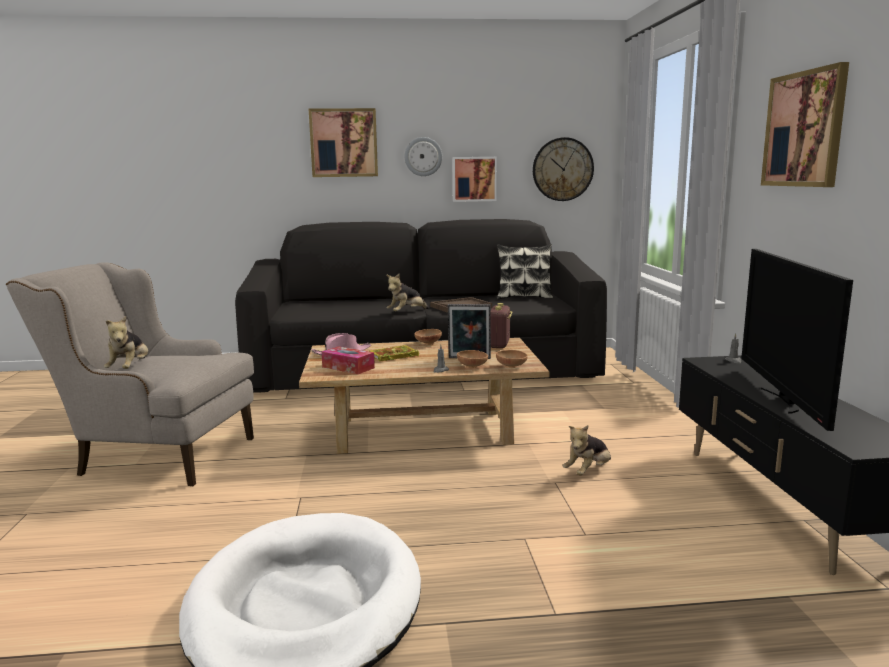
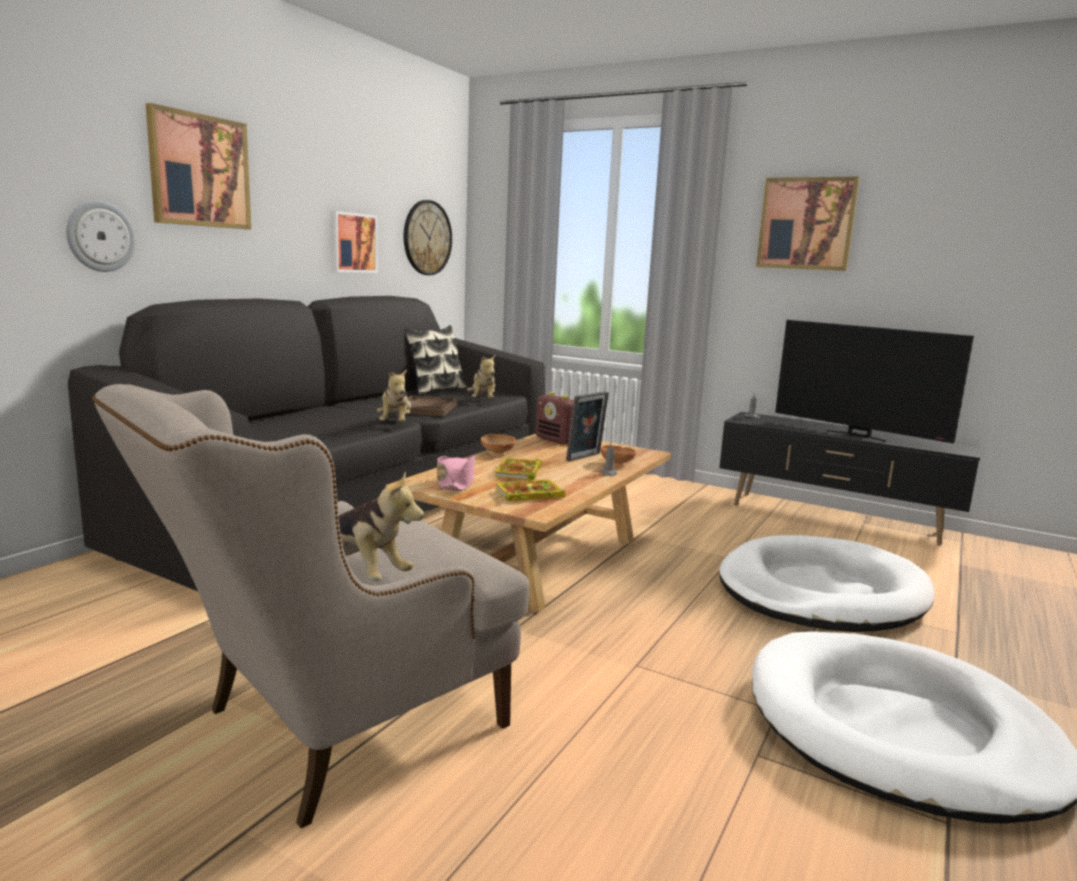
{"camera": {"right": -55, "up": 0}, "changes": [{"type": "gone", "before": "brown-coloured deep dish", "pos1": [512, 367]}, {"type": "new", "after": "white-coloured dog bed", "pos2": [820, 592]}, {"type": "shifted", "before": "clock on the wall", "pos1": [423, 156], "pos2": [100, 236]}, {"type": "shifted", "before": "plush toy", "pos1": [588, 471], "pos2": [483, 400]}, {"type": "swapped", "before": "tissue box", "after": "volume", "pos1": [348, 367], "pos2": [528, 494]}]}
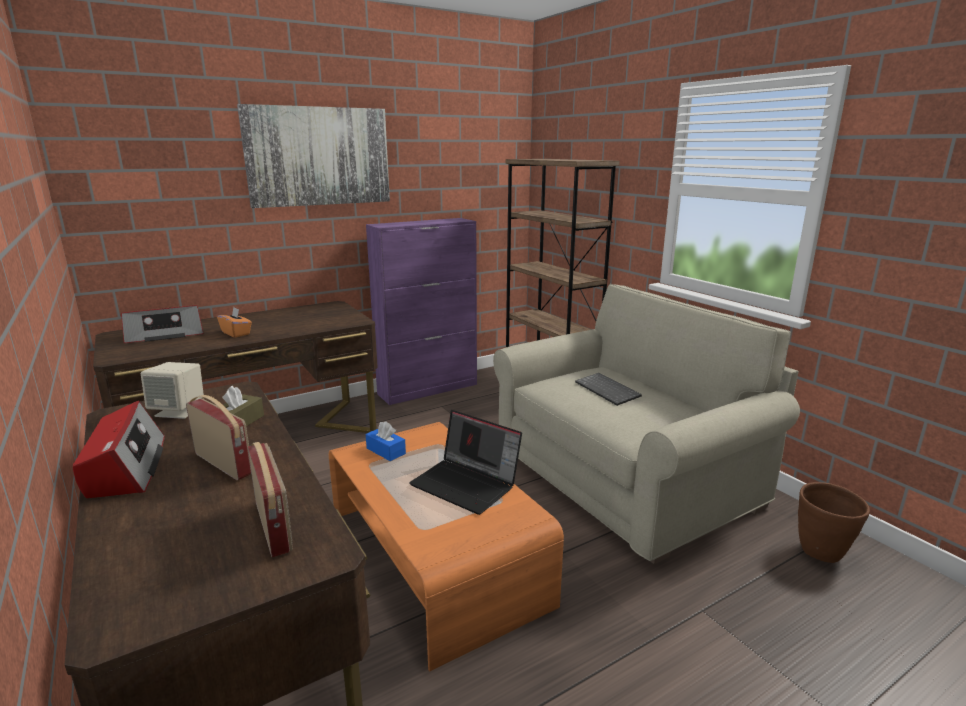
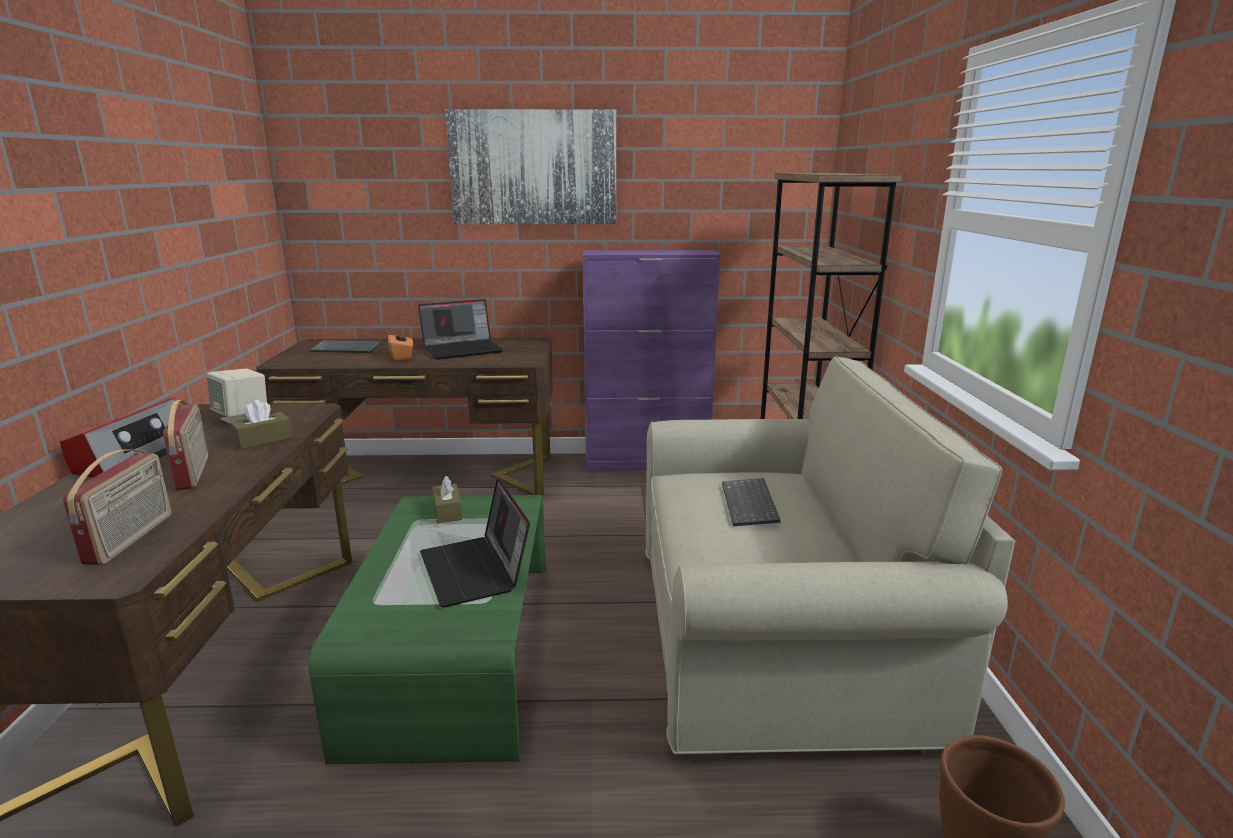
{"camera": {"right": 30, "up": 0}, "changes": [{"type": "new", "after": "laptop", "pos2": [463, 350]}, {"type": "swapped", "before": "radio receiver", "after": "keyboard", "pos1": [165, 334], "pos2": [348, 348]}, {"type": "repainted", "before": "orangey lounge table", "after": "green-coloured lounge table", "pos1": [434, 556], "pos2": [456, 648]}, {"type": "repainted", "before": "blue tissue box", "after": "brown-coloured tissue box", "pos1": [386, 451], "pos2": [447, 511]}]}
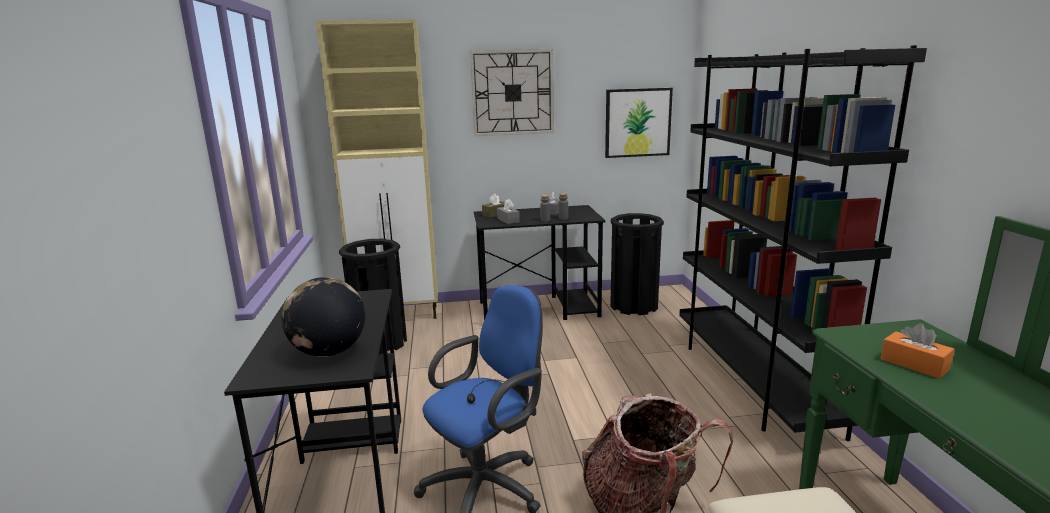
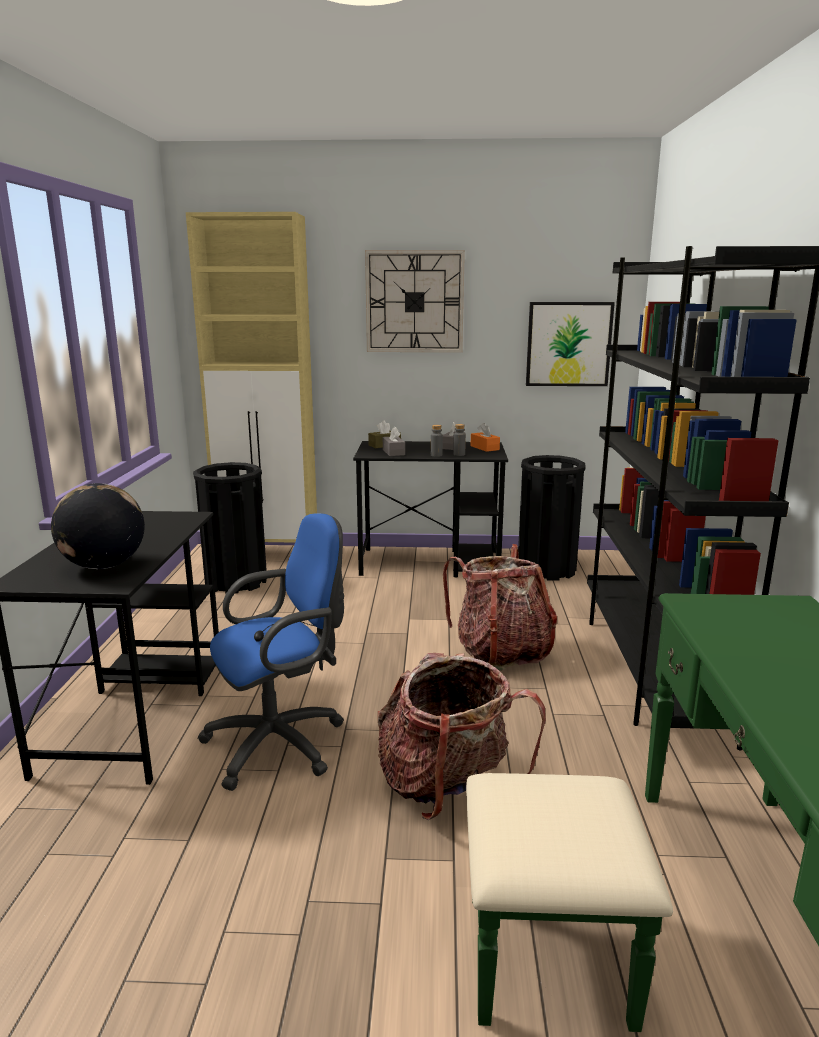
{"camera": {"right": 10, "up": 0}, "changes": [{"type": "new", "after": "rucksack", "pos2": [501, 652]}, {"type": "shifted", "before": "orangey tissue box", "pos1": [914, 364], "pos2": [484, 448]}]}
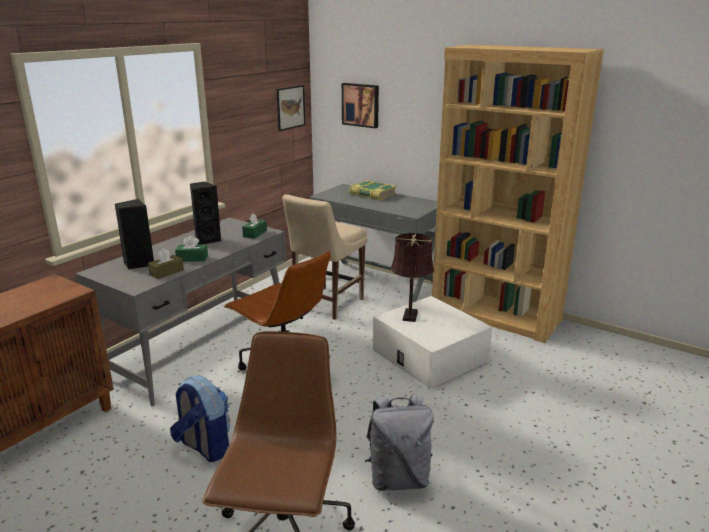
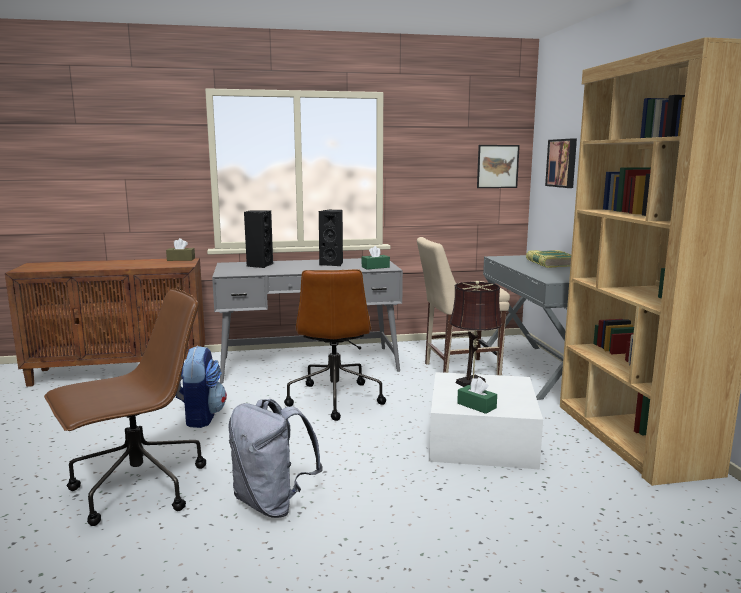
{"camera": {"right": 45, "up": -10}, "changes": [{"type": "shifted", "before": "brown-coloured tissue box", "pos1": [166, 272], "pos2": [181, 259]}, {"type": "shifted", "before": "green-coloured tissue box", "pos1": [192, 258], "pos2": [476, 406]}]}
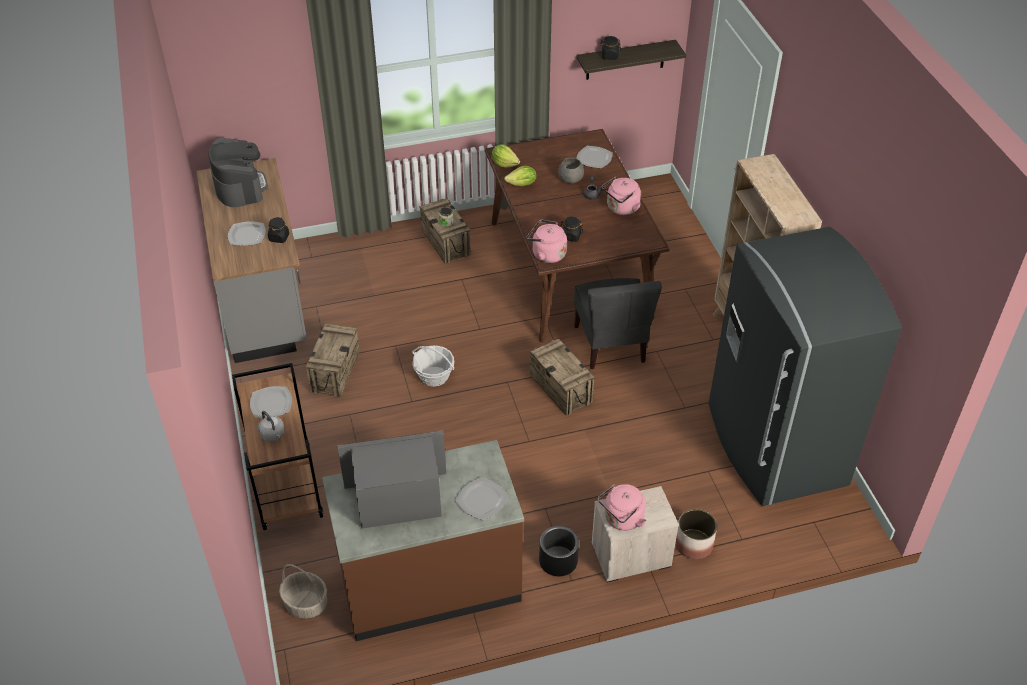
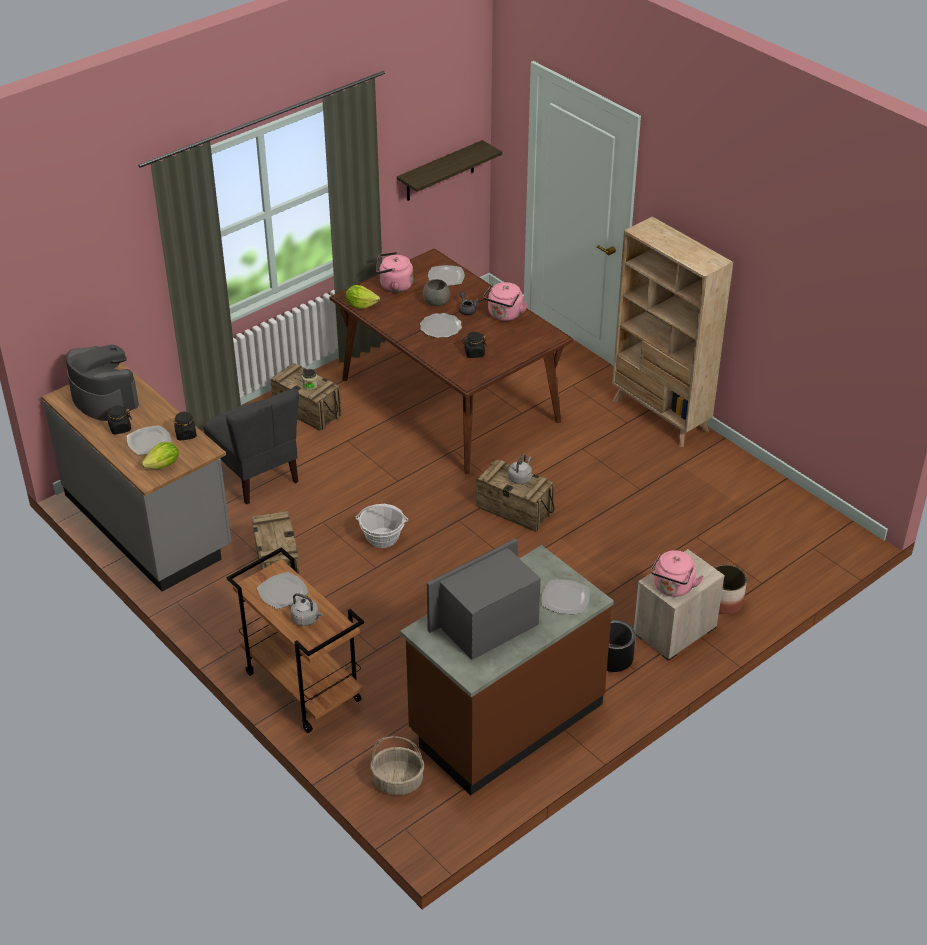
{"camera": {"right": -25, "up": -5}, "changes": [{"type": "gone", "before": "gray fridge", "pos1": [773, 446]}, {"type": "new", "after": "plate", "pos2": [441, 327]}, {"type": "new", "after": "gray tea kettle", "pos2": [520, 478]}, {"type": "shifted", "before": "head of lettuce", "pos1": [522, 184], "pos2": [163, 465]}, {"type": "shifted", "before": "pink tea kettle", "pos1": [546, 254], "pos2": [394, 286]}, {"type": "shifted", "before": "gray chair", "pos1": [611, 344], "pos2": [256, 476]}, {"type": "shifted", "before": "black preserve jar", "pos1": [609, 56], "pos2": [120, 428]}]}
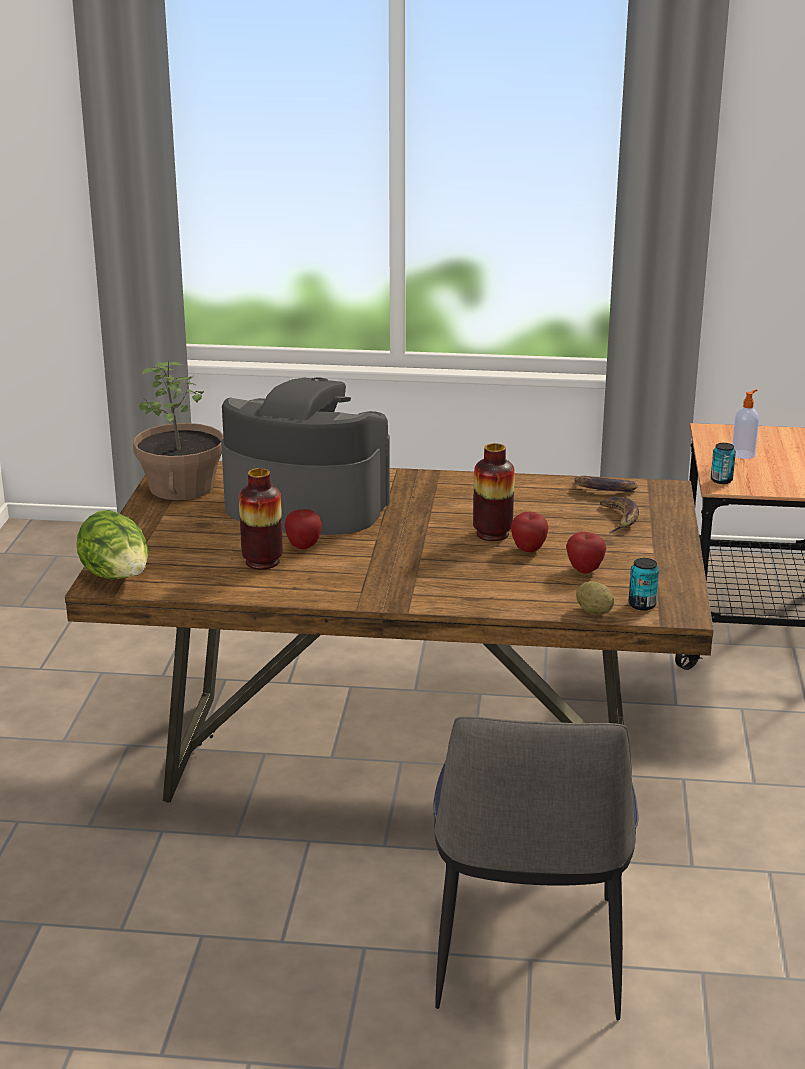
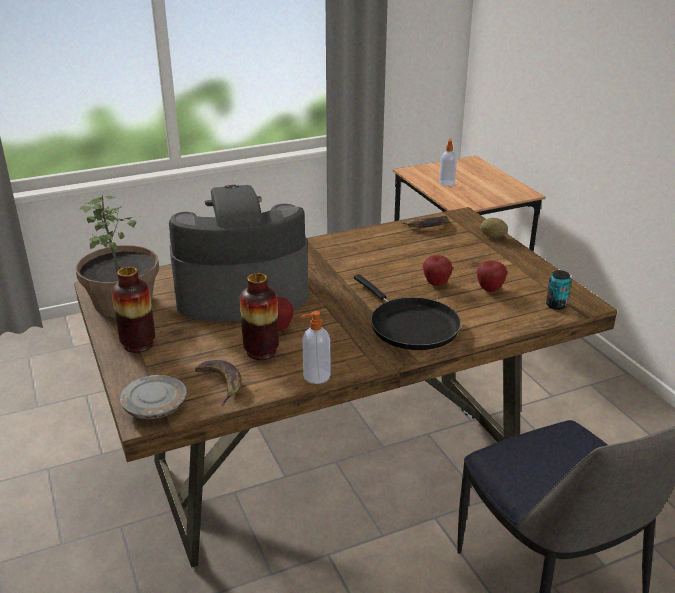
{"camera": {"right": -30, "up": 5}, "changes": [{"type": "gone", "before": "sealed can", "pos1": [721, 480]}, {"type": "new", "after": "liquid soap bottle", "pos2": [315, 376]}, {"type": "new", "after": "black frying pan", "pos2": [410, 325]}, {"type": "shifted", "before": "flower vase", "pos1": [492, 534], "pos2": [138, 344]}, {"type": "shifted", "before": "potato", "pos1": [594, 611], "pos2": [493, 236]}, {"type": "shifted", "before": "banana fruit", "pos1": [619, 519], "pos2": [221, 383]}, {"type": "swapped", "before": "head of lettuce", "after": "gray plate", "pos1": [118, 578], "pos2": [155, 406]}]}
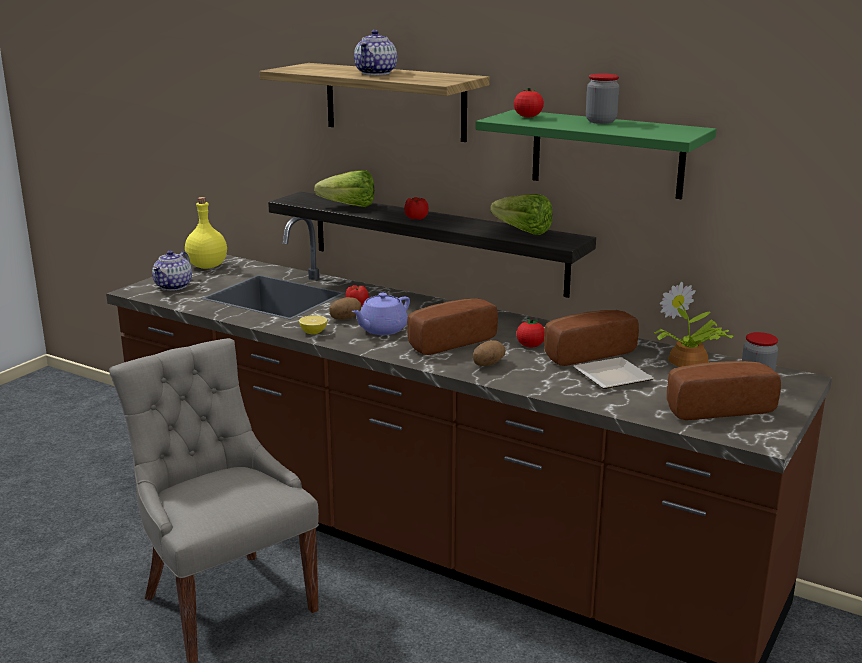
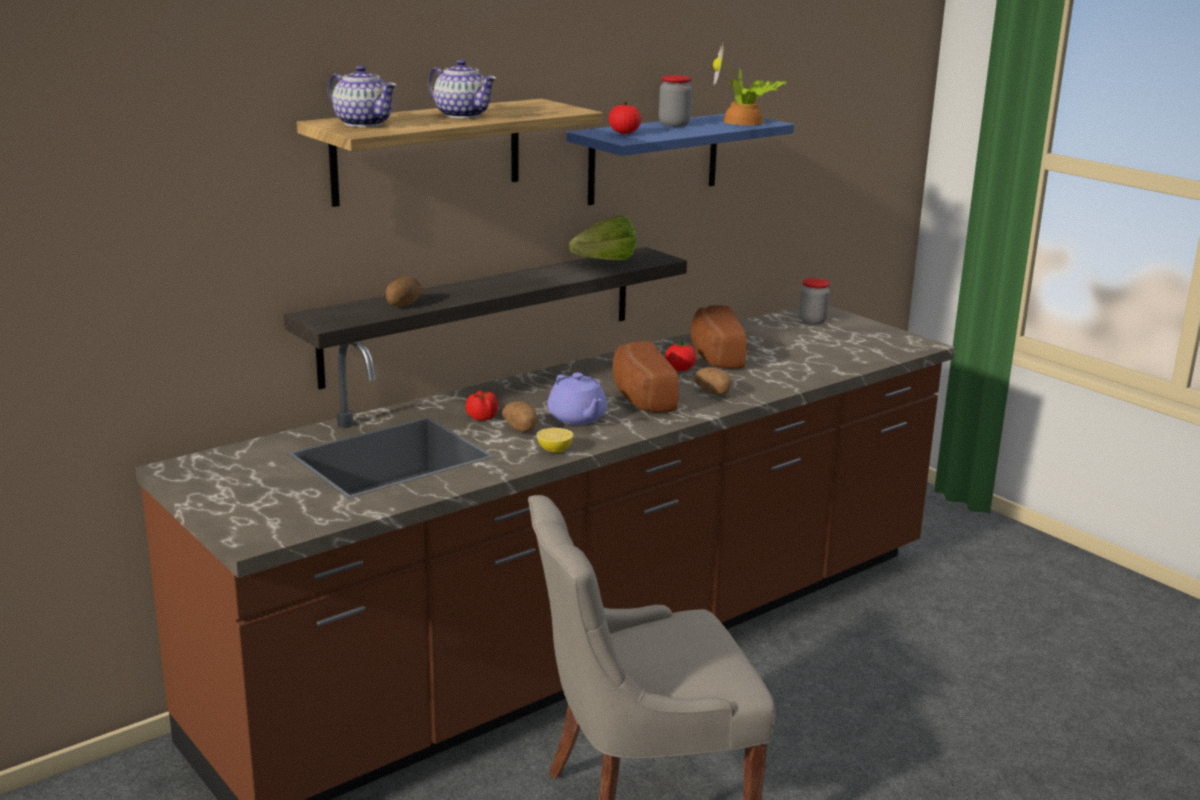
{"camera": {"right": -70, "up": 0}, "changes": [{"type": "gone", "before": "yellow drink bottle", "pos1": [206, 266]}, {"type": "gone", "before": "fresh tomato", "pos1": [415, 218]}, {"type": "gone", "before": "plate", "pos1": [611, 378]}, {"type": "gone", "before": "baked bread", "pos1": [715, 407]}, {"type": "shifted", "before": "tea pot", "pos1": [174, 286], "pos2": [363, 123]}, {"type": "shifted", "before": "houseplant", "pos1": [688, 361], "pos2": [746, 122]}, {"type": "swapped", "before": "head of lettuce", "after": "potato", "pos1": [344, 206], "pos2": [403, 304]}, {"type": "repainted", "before": "green-coloured wall shelf", "after": "blue wall shelf", "pos1": [607, 154], "pos2": [653, 158]}]}
